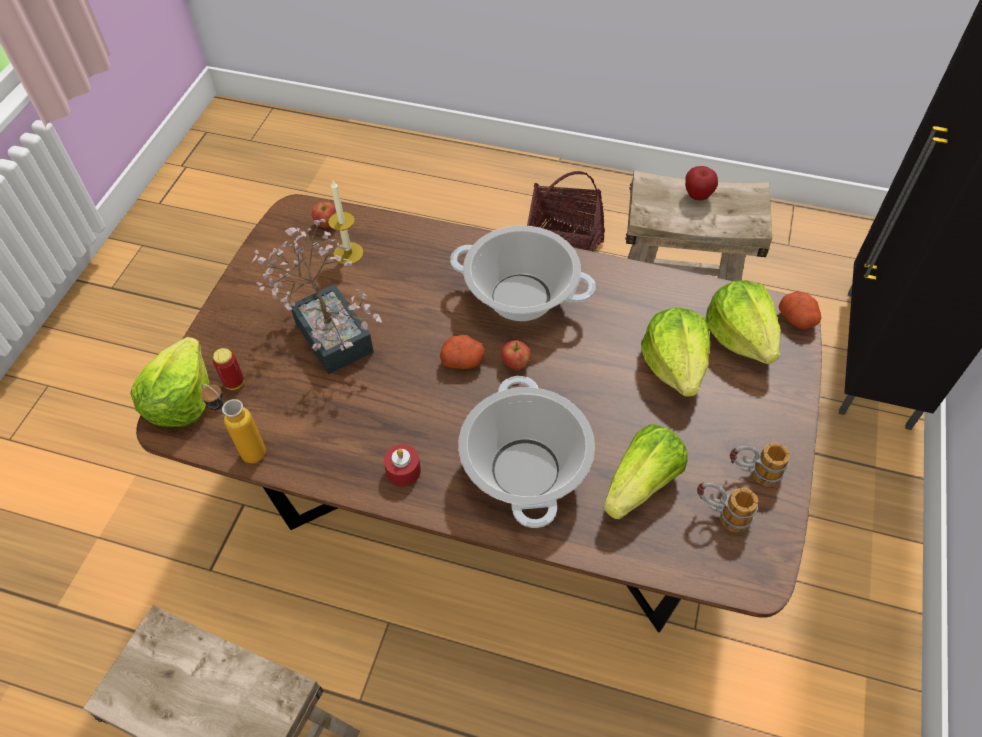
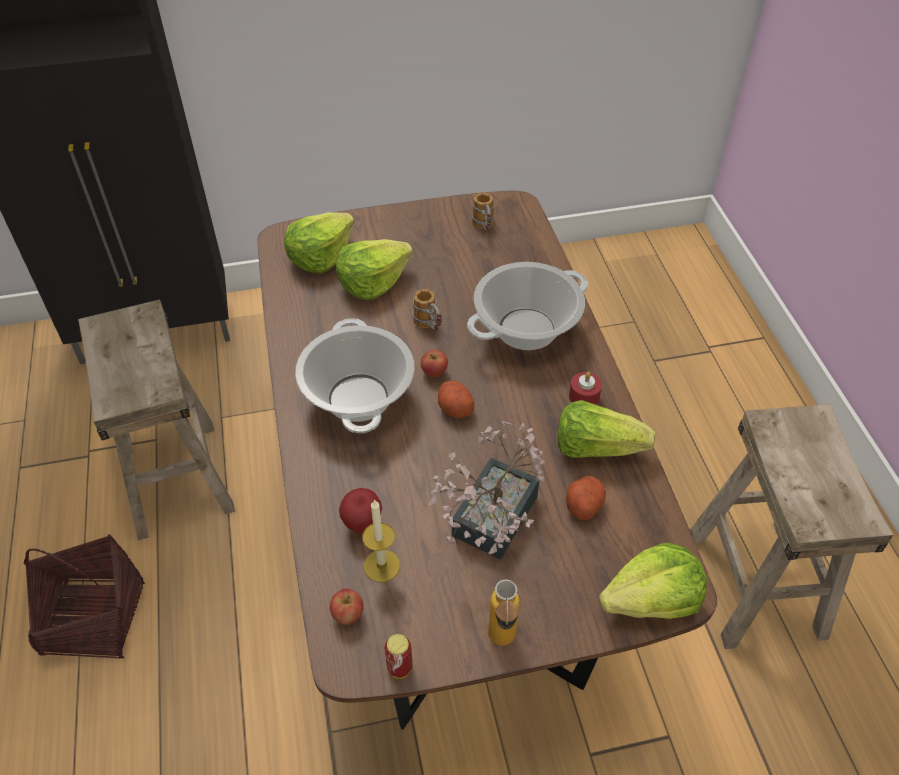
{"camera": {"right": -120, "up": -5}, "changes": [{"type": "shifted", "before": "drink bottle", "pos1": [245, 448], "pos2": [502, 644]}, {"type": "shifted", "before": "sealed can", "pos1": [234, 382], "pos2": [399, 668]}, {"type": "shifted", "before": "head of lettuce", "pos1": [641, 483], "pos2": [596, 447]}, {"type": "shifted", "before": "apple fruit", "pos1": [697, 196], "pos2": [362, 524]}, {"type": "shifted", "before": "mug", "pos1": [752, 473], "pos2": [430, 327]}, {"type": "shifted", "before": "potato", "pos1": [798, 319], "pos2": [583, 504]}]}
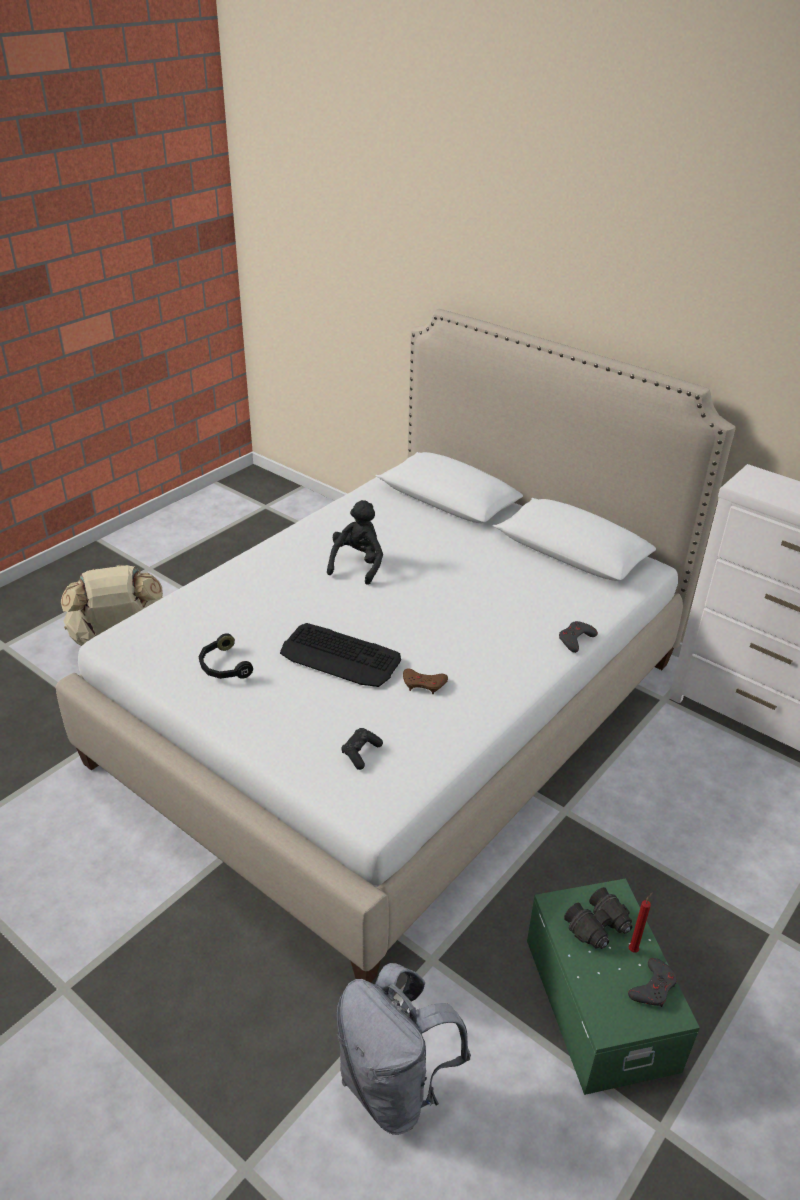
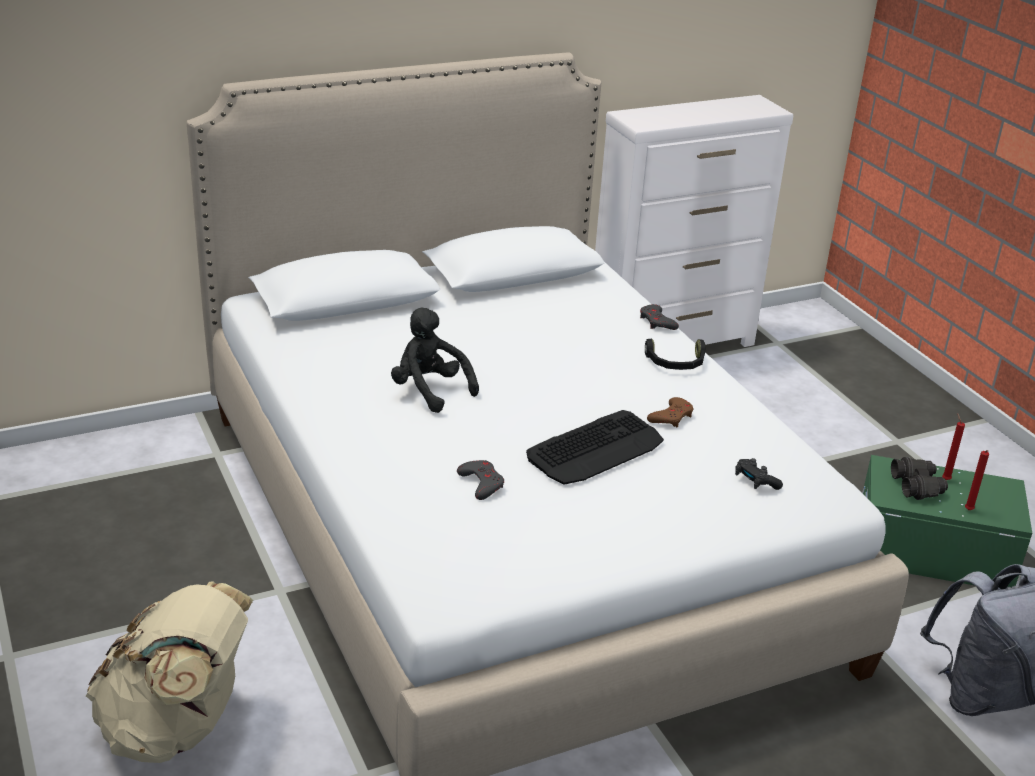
{"camera": {"right": -65, "up": -5}, "changes": [{"type": "new", "after": "red-coloured wax light", "pos2": [968, 511]}, {"type": "shifted", "before": "black pair of headphones", "pos1": [223, 666], "pos2": [675, 363]}, {"type": "shifted", "before": "gray gamepad", "pos1": [653, 987], "pos2": [481, 483]}]}
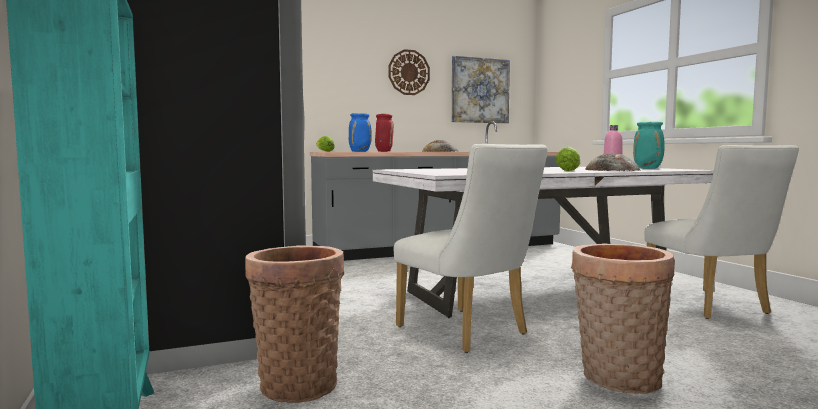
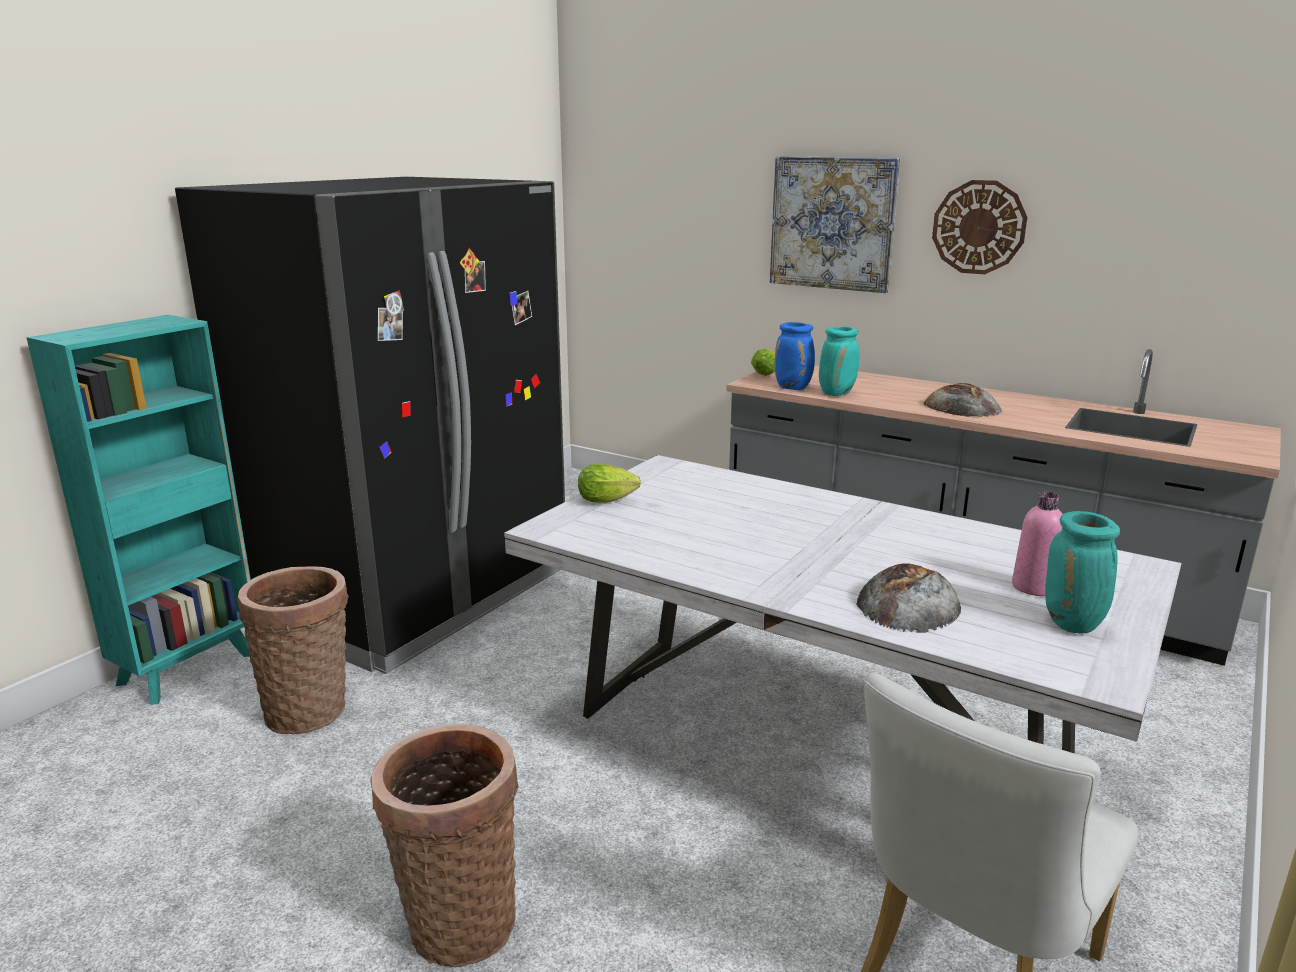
{"camera": {"right": 55, "up": 15}, "changes": [{"type": "gone", "before": "white-coloured chair", "pos1": [468, 332]}, {"type": "shifted", "before": "wall picture", "pos1": [480, 90], "pos2": [832, 223]}, {"type": "shifted", "before": "head of lettuce", "pos1": [569, 171], "pos2": [609, 500]}, {"type": "repainted", "before": "red-coloured flower vase", "after": "turquoise flower vase", "pos1": [383, 151], "pos2": [836, 393]}]}
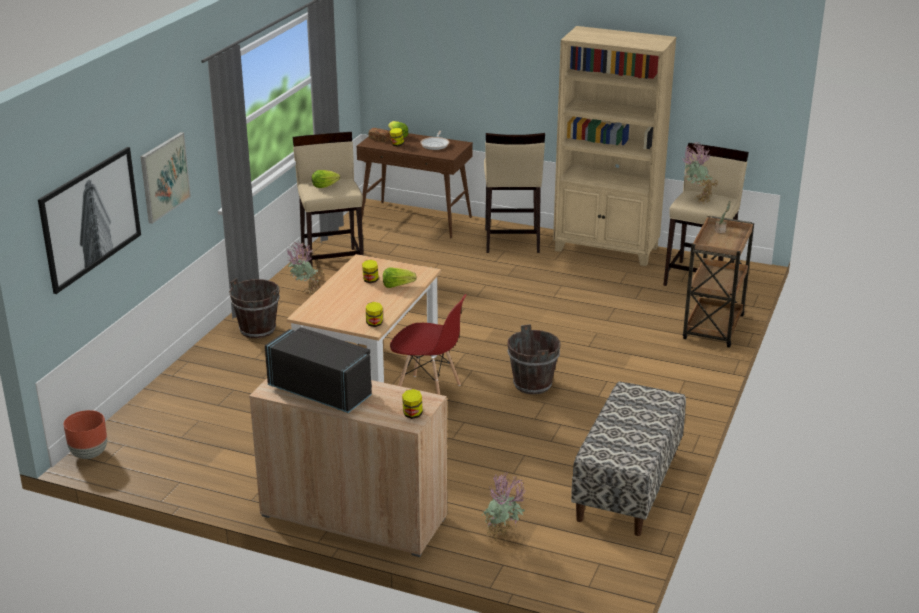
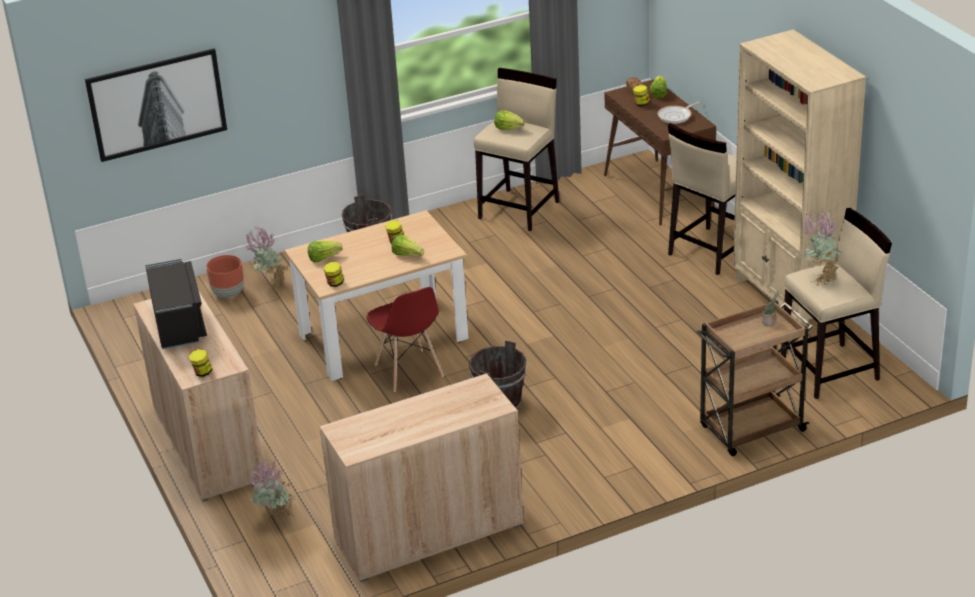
{"camera": {"right": 45, "up": 5}, "changes": [{"type": "gone", "before": "wall picture", "pos1": [164, 177]}, {"type": "new", "after": "head of lettuce", "pos2": [323, 258]}, {"type": "shifted", "before": "brown-coloured plant pot", "pos1": [89, 454], "pos2": [228, 294]}, {"type": "shifted", "before": "houseplant", "pos1": [306, 295], "pos2": [270, 285]}, {"type": "swapped", "before": "indoor bench", "after": "beige-coloured cupboard", "pos1": [628, 486], "pos2": [428, 533]}]}
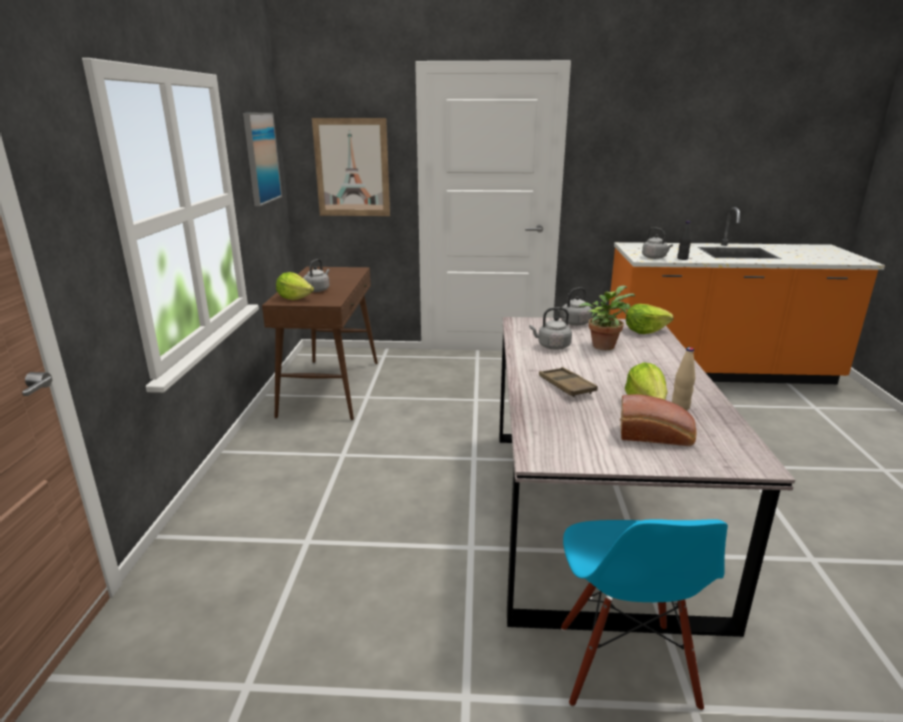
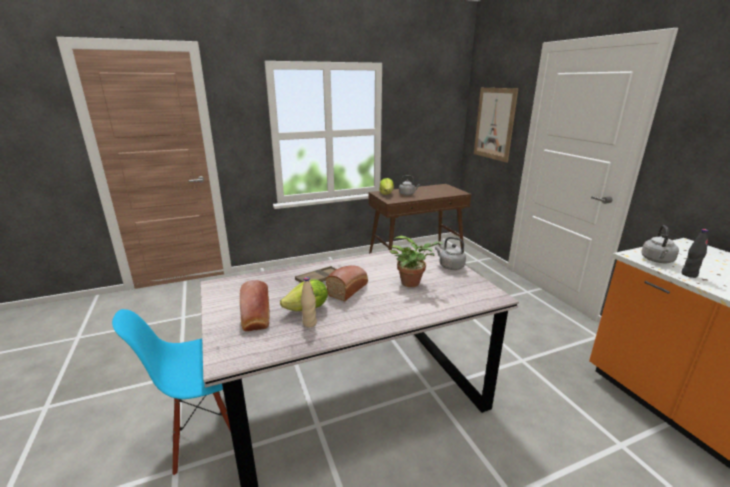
{"camera": {"right": 65, "up": 0}, "changes": [{"type": "gone", "before": "wall picture", "pos1": [261, 158]}, {"type": "gone", "before": "gray tea kettle", "pos1": [552, 346]}, {"type": "gone", "before": "head of lettuce", "pos1": [645, 330]}, {"type": "new", "after": "baked bread", "pos2": [349, 289]}]}
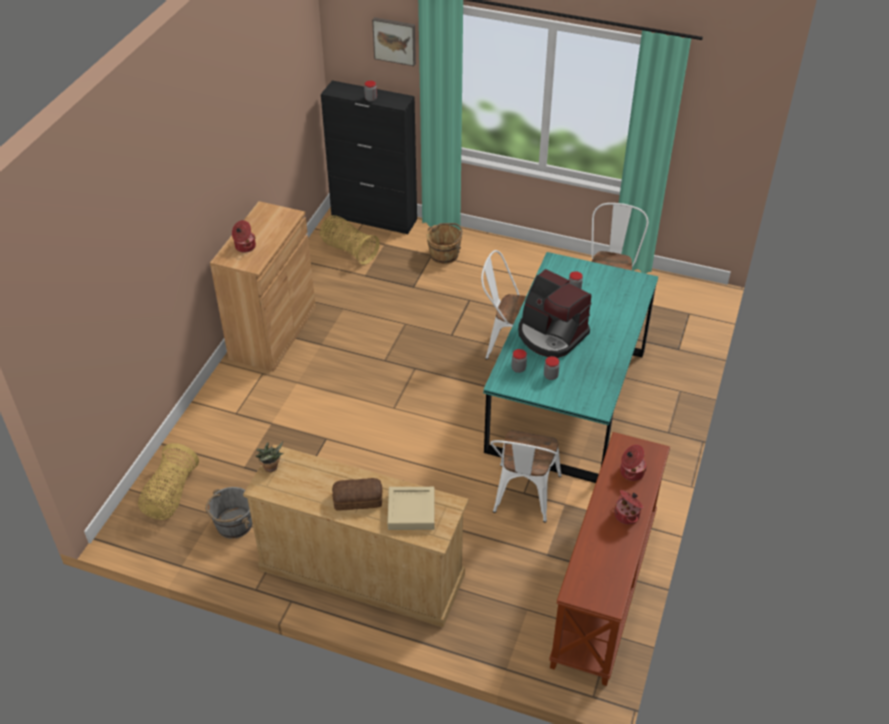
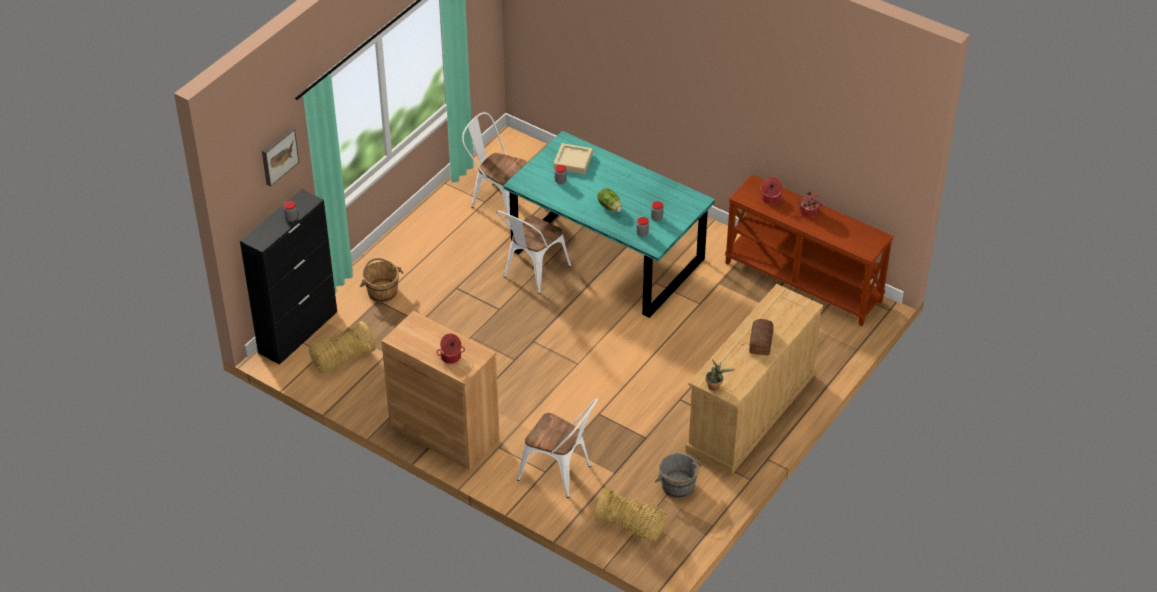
{"camera": {"right": -75, "up": 0}, "changes": [{"type": "shifted", "before": "beige-coloured tray", "pos1": [411, 511], "pos2": [573, 161]}, {"type": "shifted", "before": "white-coloured chair", "pos1": [523, 498], "pos2": [560, 473]}, {"type": "swapped", "before": "coffee brewer", "after": "head of lettuce", "pos1": [551, 335], "pos2": [610, 207]}]}
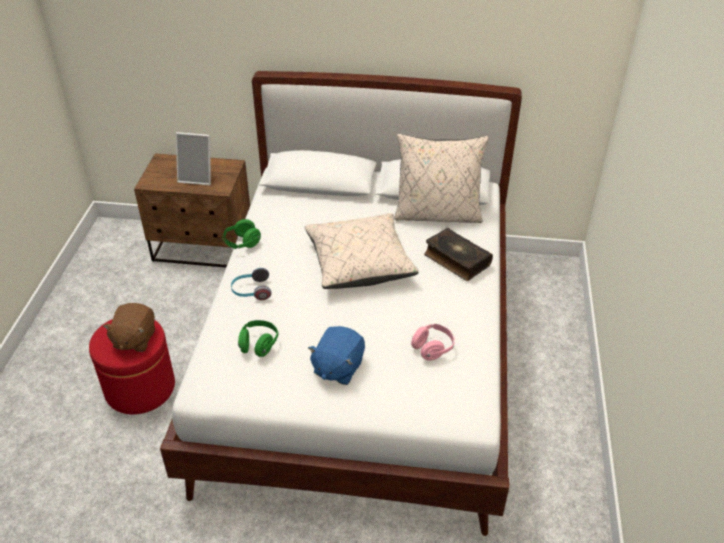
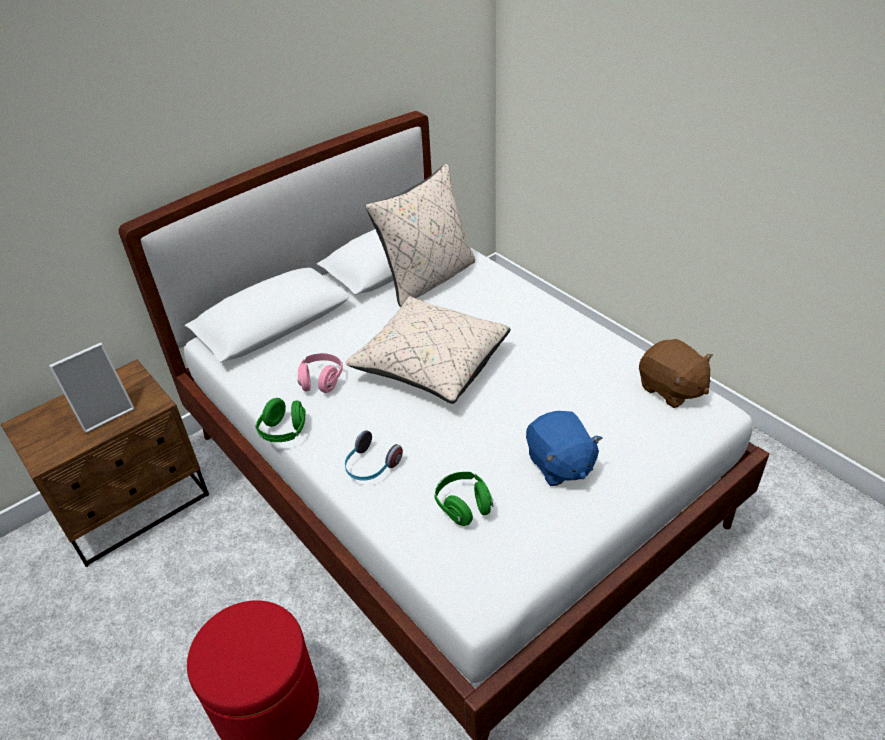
{"camera": {"right": -45, "up": 0}, "changes": [{"type": "gone", "before": "volume", "pos1": [456, 260]}, {"type": "shifted", "before": "brown-coloured plush toy", "pos1": [134, 339], "pos2": [671, 389]}, {"type": "shifted", "before": "pink pair of headphones", "pos1": [432, 348], "pos2": [321, 381]}]}
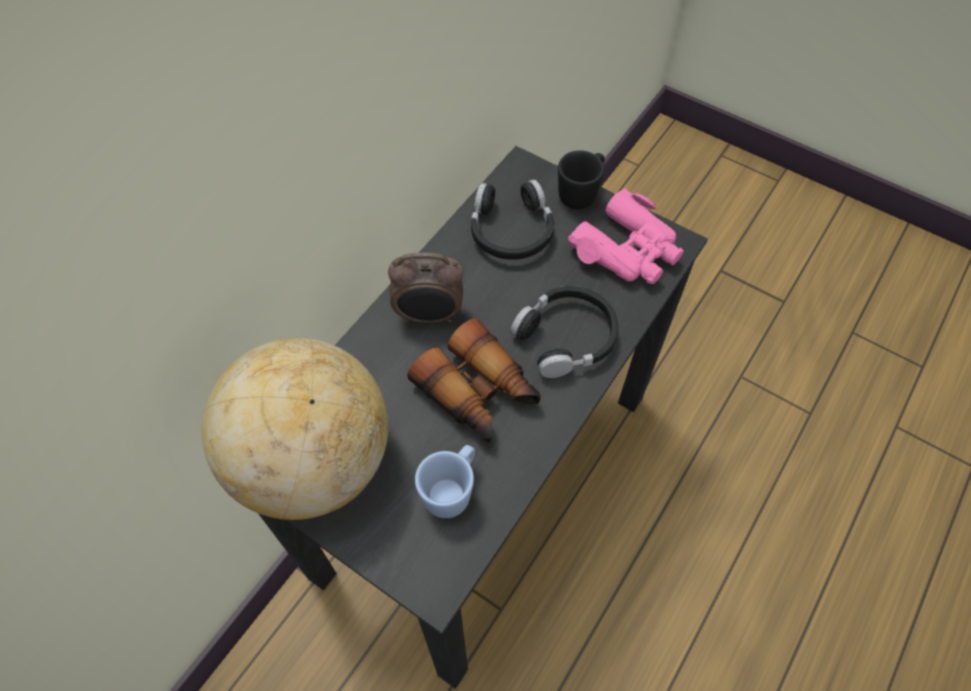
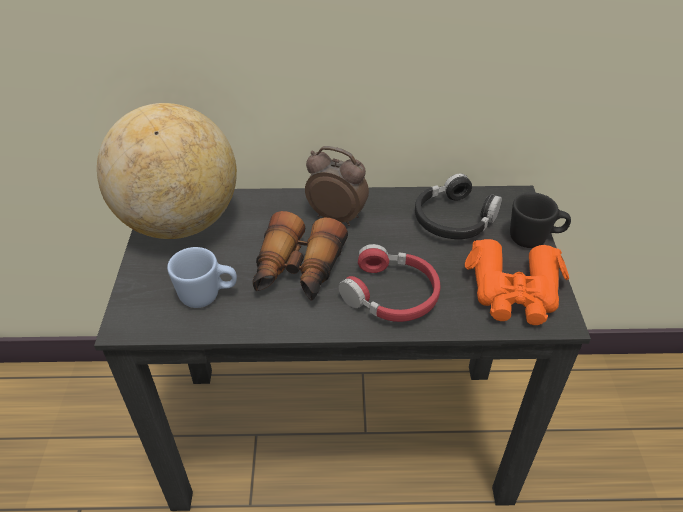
{"camera": {"right": 55, "up": -15}, "changes": [{"type": "repainted", "before": "black pair of headphones", "after": "red-coloured pair of headphones", "pos1": [566, 337], "pos2": [391, 294]}, {"type": "repainted", "before": "pink field glasses", "after": "orangey field glasses", "pos1": [628, 250], "pos2": [514, 291]}, {"type": "rotated", "before": "alarm clock", "pos1": [429, 315], "pos2": [337, 216], "turn": 150}]}
